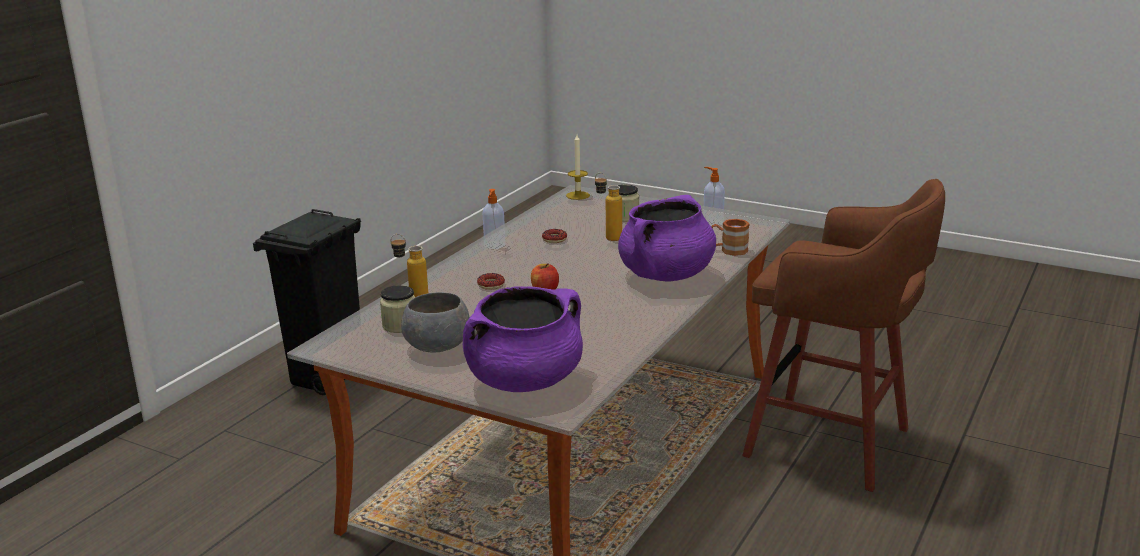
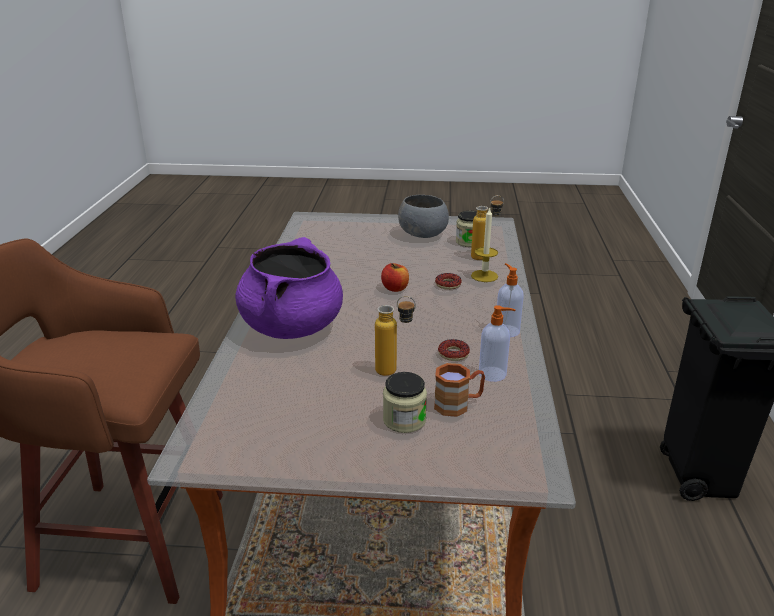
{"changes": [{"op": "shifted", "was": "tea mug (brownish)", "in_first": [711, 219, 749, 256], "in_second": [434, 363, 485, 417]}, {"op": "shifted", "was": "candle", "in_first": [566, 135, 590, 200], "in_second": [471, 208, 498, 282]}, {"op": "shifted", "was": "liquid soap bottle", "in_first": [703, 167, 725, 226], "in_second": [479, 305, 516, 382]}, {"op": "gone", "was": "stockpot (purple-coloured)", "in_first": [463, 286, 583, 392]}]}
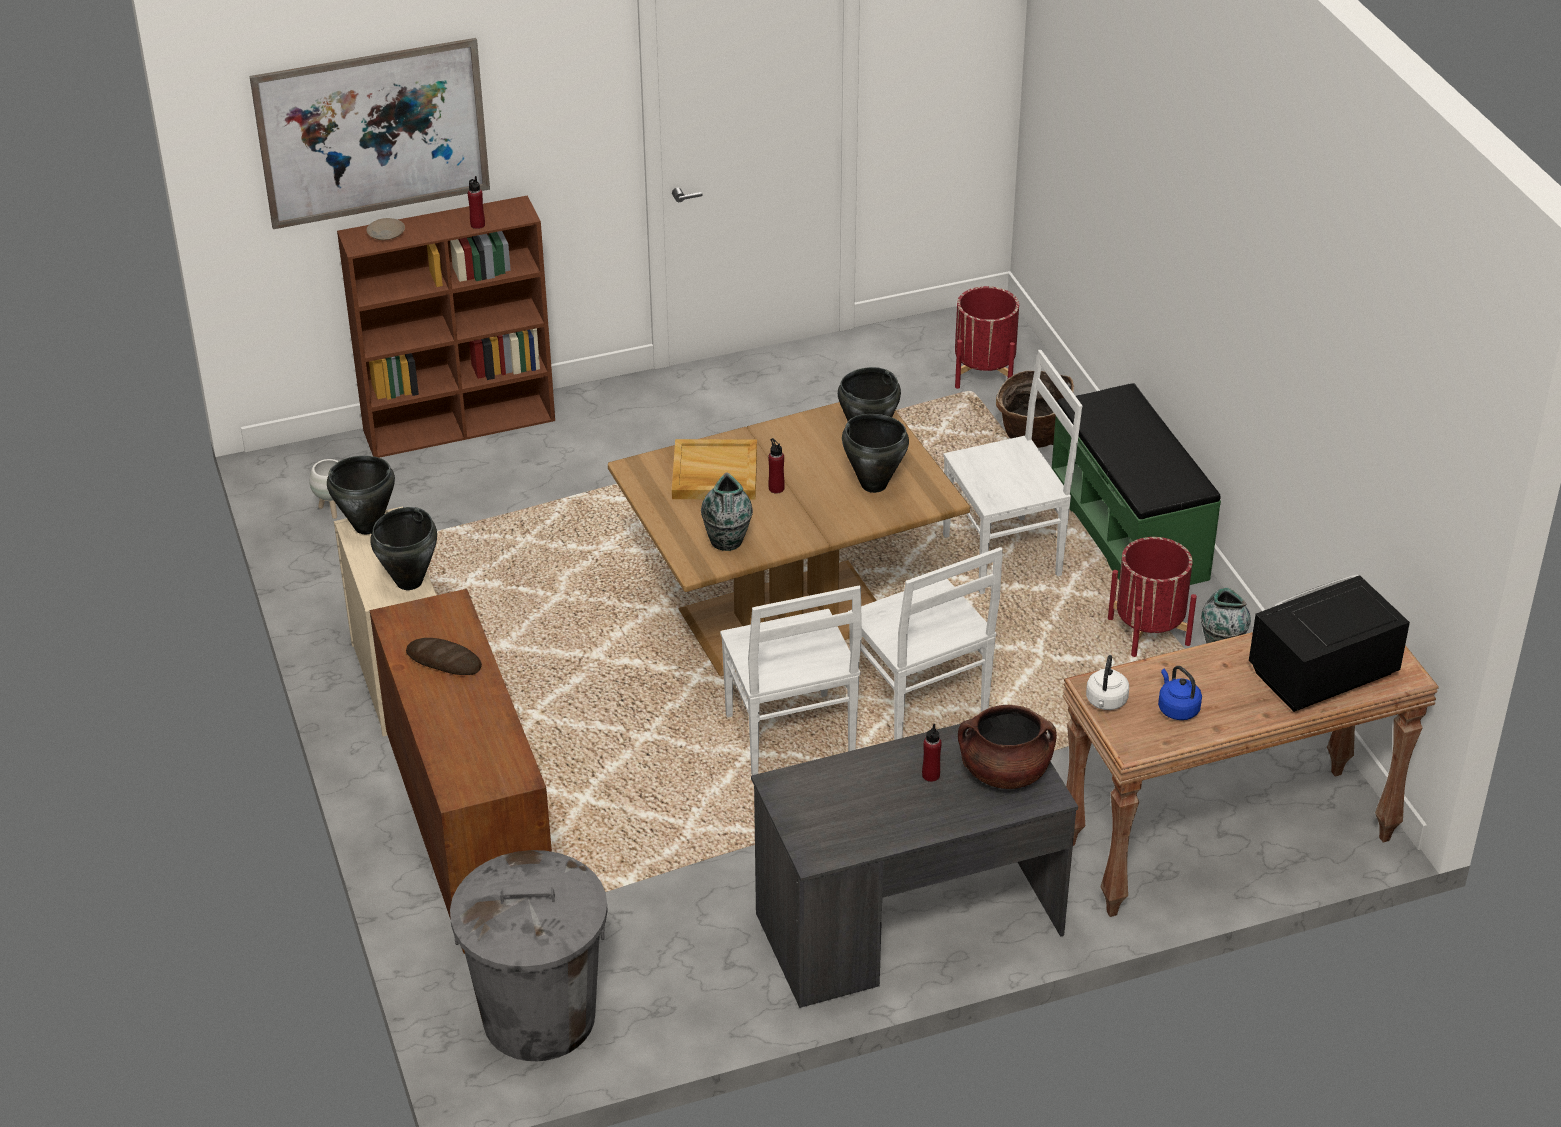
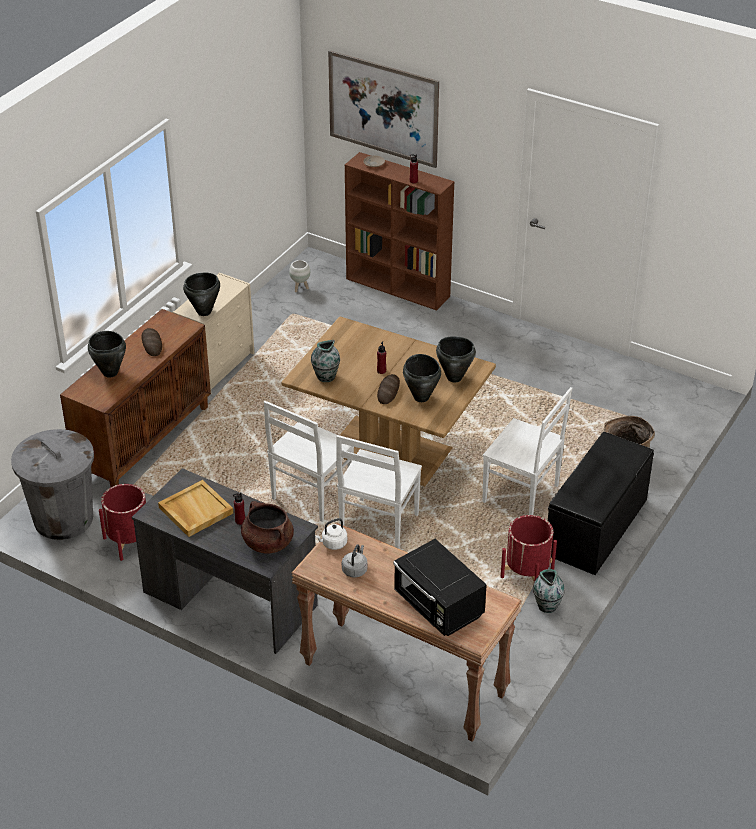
{"changes": [{"op": "shifted", "was": "stockpot (black)", "in_first": [327, 456, 395, 534], "in_second": [88, 331, 126, 378]}, {"op": "shifted", "was": "planter (reddish)", "in_first": [955, 286, 1019, 389], "in_second": [99, 484, 146, 561]}, {"op": "shifted", "was": "tray (beige)", "in_first": [672, 439, 757, 500], "in_second": [158, 480, 233, 537]}, {"op": "repainted", "was": "tea kettle (blue-coloured)", "now": "tea kettle (grey)", "in_first": [1158, 666, 1202, 720], "in_second": [342, 544, 368, 578]}, {"op": "new", "now": "bread", "in_second": [377, 374, 400, 404]}, {"op": "rotated", "was": "microwave oven (black)", "in_first": [1249, 574, 1410, 712], "in_second": [393, 539, 487, 636], "clockwise": -150}, {"op": "repainted", "was": "bench (green)", "now": "bench (black)", "in_first": [1052, 383, 1221, 585], "in_second": [548, 432, 654, 575]}]}
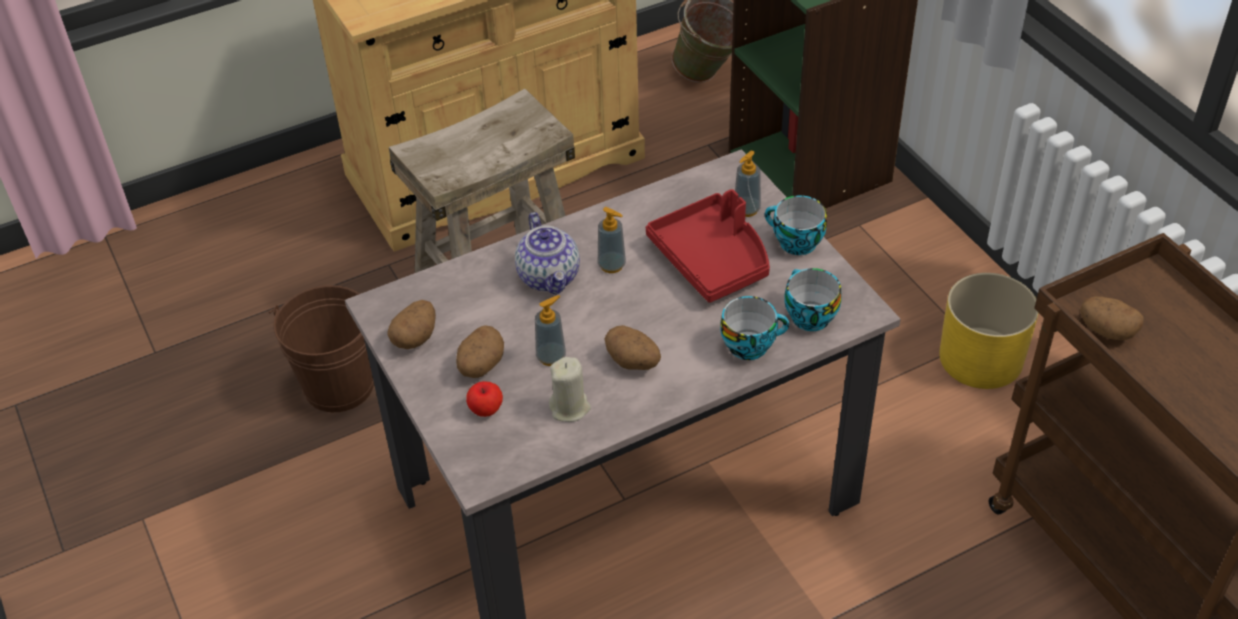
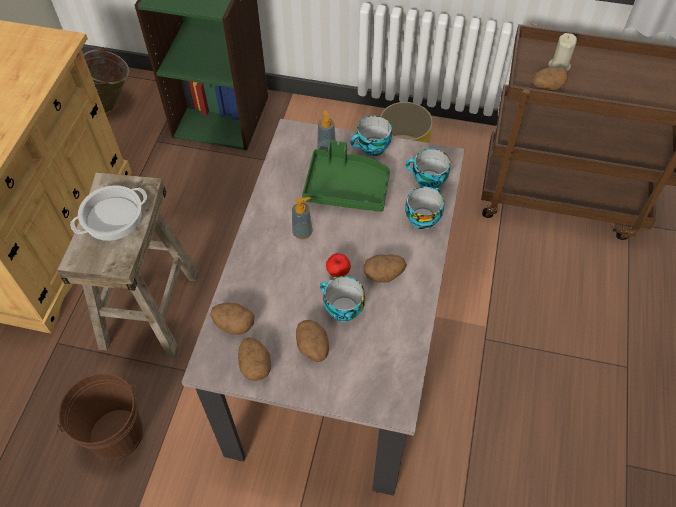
{"changes": [{"op": "new", "now": "stockpot", "in_second": [70, 185, 147, 241]}, {"op": "new", "now": "potato", "in_second": [210, 303, 255, 335]}, {"op": "repainted", "was": "tray (reddish)", "now": "tray (green)", "in_first": [646, 189, 770, 303], "in_second": [302, 140, 390, 212]}, {"op": "swapped", "was": "liquid soap bottle", "now": "small cup", "in_first": [535, 295, 566, 366], "in_second": [320, 276, 365, 322]}, {"op": "shifted", "was": "apple fruit", "in_first": [466, 381, 503, 417], "in_second": [326, 253, 351, 277]}, {"op": "shifted", "was": "candle (beige)", "in_first": [549, 357, 591, 422], "in_second": [548, 33, 577, 71]}, {"op": "gone", "was": "tea pot", "in_first": [515, 212, 580, 295]}]}
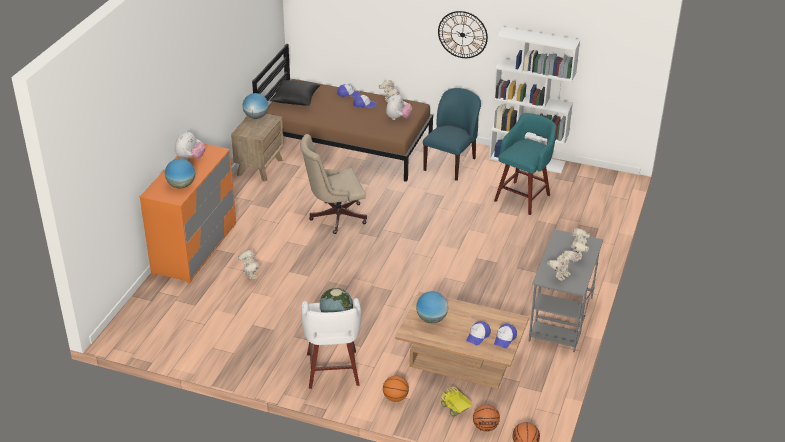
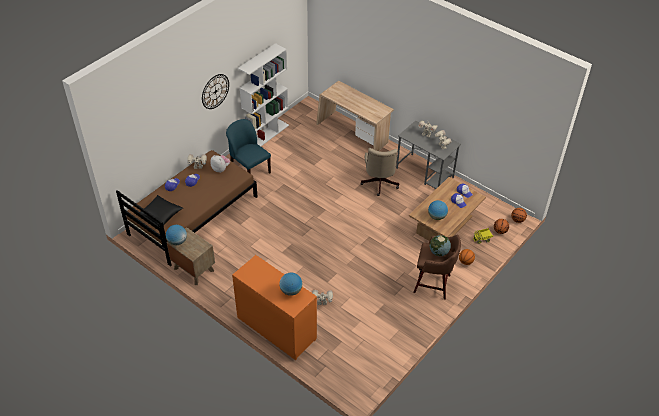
{"changes": [{"op": "new", "now": "desk unit (beige)", "in_second": [316, 81, 394, 151]}, {"op": "shifted", "was": "desk chair (beige)", "in_first": [300, 134, 367, 234], "in_second": [360, 148, 399, 196]}, {"op": "repainted", "was": "stool (whitish)", "now": "stool (brownish)", "in_first": [301, 298, 361, 389], "in_second": [413, 235, 461, 300]}, {"op": "gone", "was": "cuddly toy", "in_first": [175, 130, 205, 160]}, {"op": "gone", "was": "stool (turquoise)", "in_first": [494, 113, 556, 215]}]}
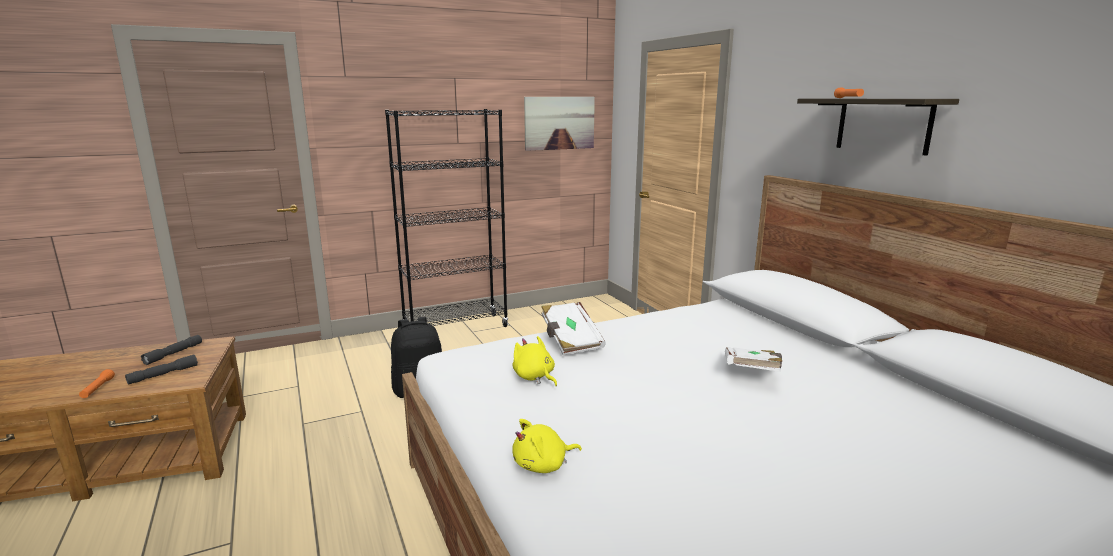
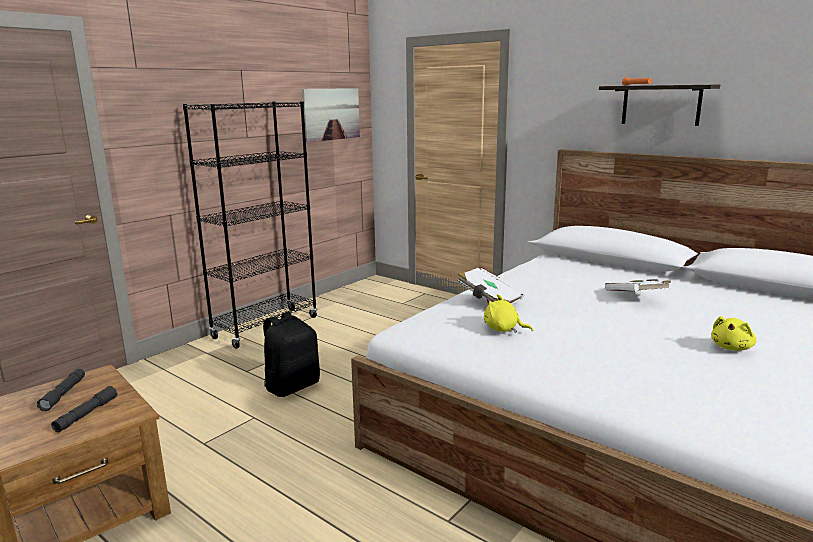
{"changes": [{"op": "shifted", "was": "cuddly toy (yellowish)", "in_first": [512, 419, 582, 473], "in_second": [711, 316, 757, 351]}, {"op": "gone", "was": "torch (orange)", "in_first": [79, 369, 115, 398]}]}
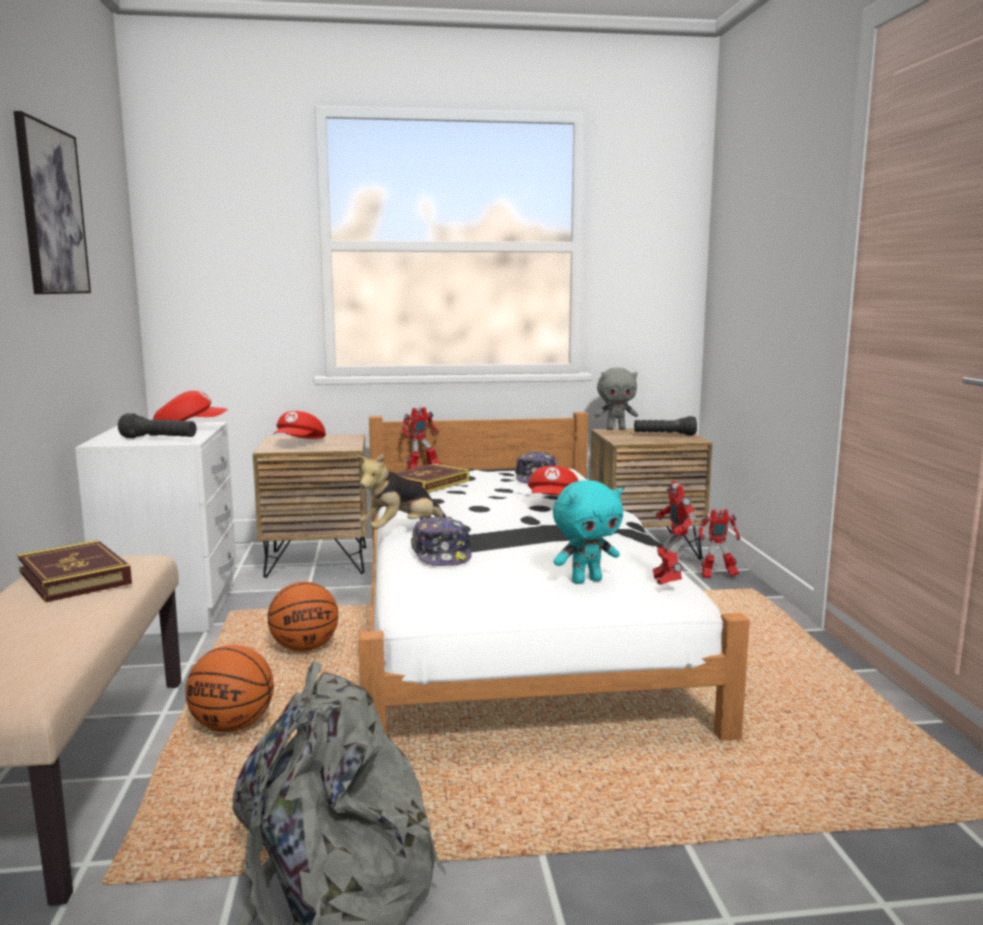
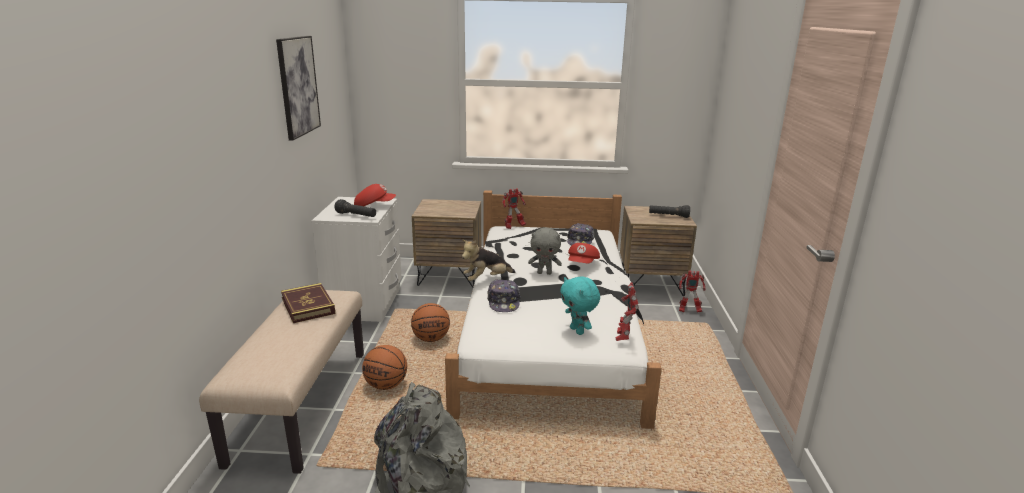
{"changes": [{"op": "shifted", "was": "cuddly toy (grey)", "in_first": [595, 368, 638, 430], "in_second": [528, 227, 562, 275]}, {"op": "rotated", "was": "cuddly toy (turquoise)", "in_first": [553, 480, 623, 584], "in_second": [560, 276, 600, 335], "clockwise": 75}, {"op": "gone", "was": "cap (reddish)", "in_first": [273, 411, 326, 439]}, {"op": "gone", "was": "volume", "in_first": [396, 463, 469, 493]}]}
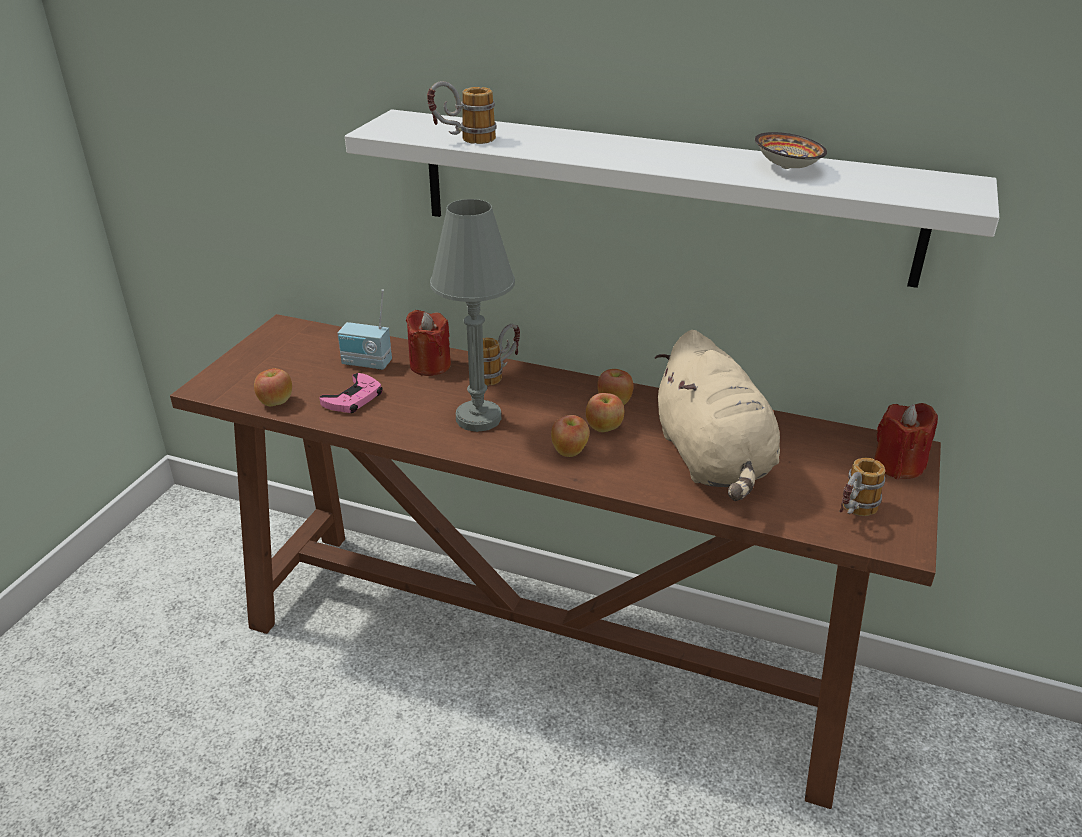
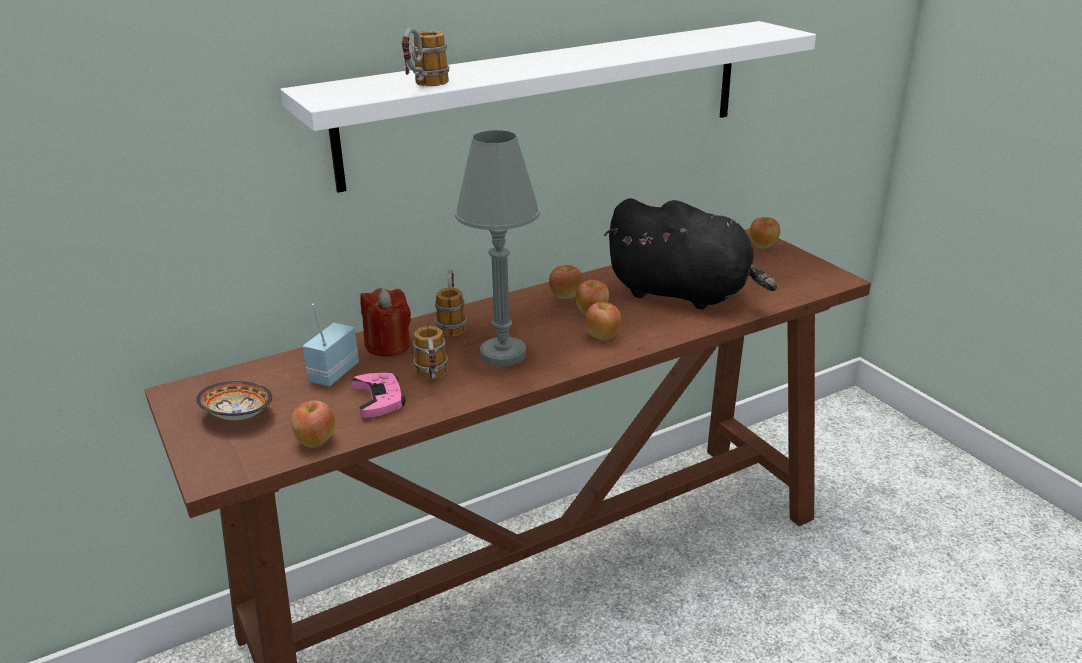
{"changes": [{"op": "shifted", "was": "deep dish", "in_first": [755, 132, 827, 169], "in_second": [196, 381, 272, 420]}, {"op": "rotated", "was": "radio set", "in_first": [337, 290, 392, 370], "in_second": [303, 304, 359, 386], "clockwise": 150}, {"op": "shifted", "was": "tea mug", "in_first": [839, 458, 885, 516], "in_second": [413, 326, 448, 379]}, {"op": "repainted", "was": "cuddly toy (beige)", "now": "cuddly toy (black)", "in_first": [655, 330, 780, 501], "in_second": [604, 198, 777, 309]}, {"op": "swapped", "was": "candle (reddish)", "now": "apple fruit", "in_first": [874, 403, 938, 479], "in_second": [750, 217, 780, 249]}]}
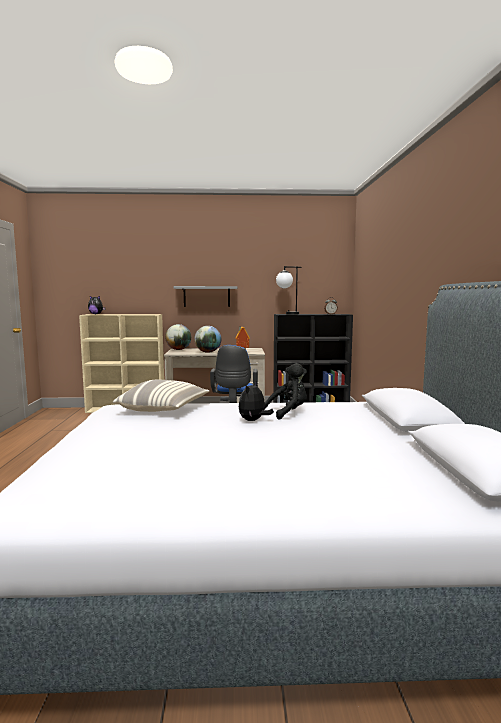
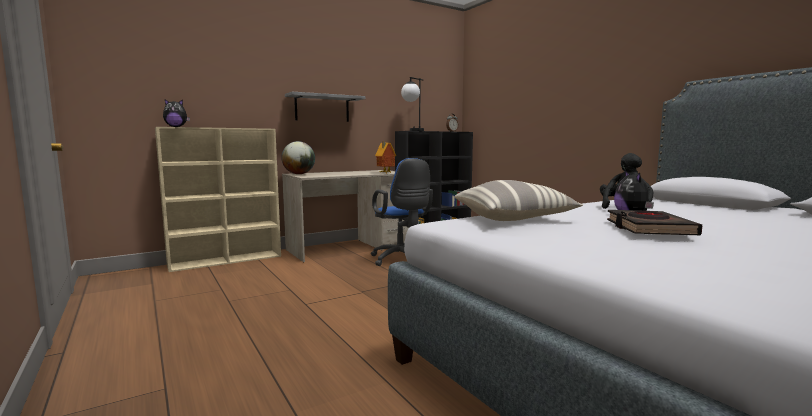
{"changes": [{"op": "new", "now": "volume (black)", "in_second": [607, 210, 703, 235]}, {"op": "gone", "was": "globe", "in_first": [194, 326, 221, 353]}]}
